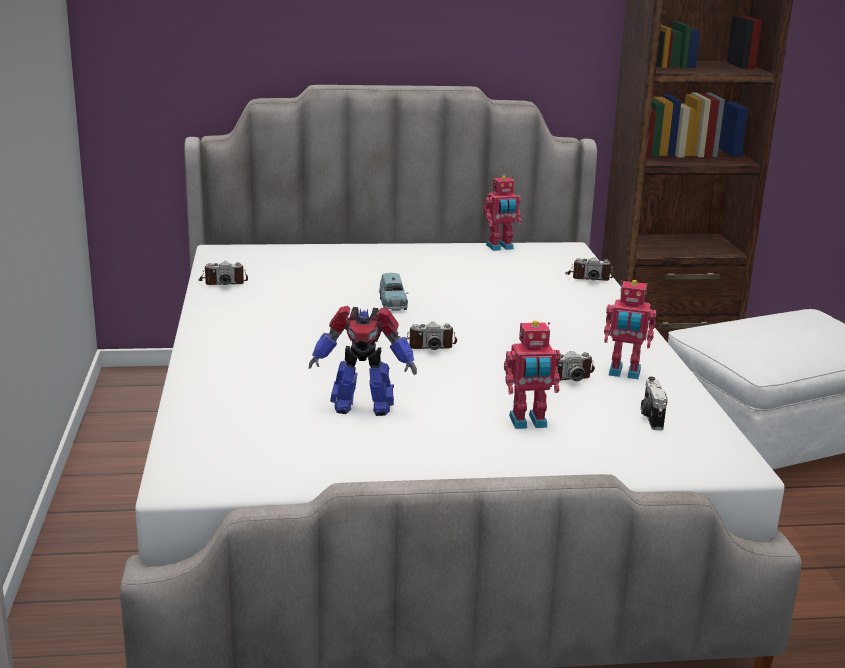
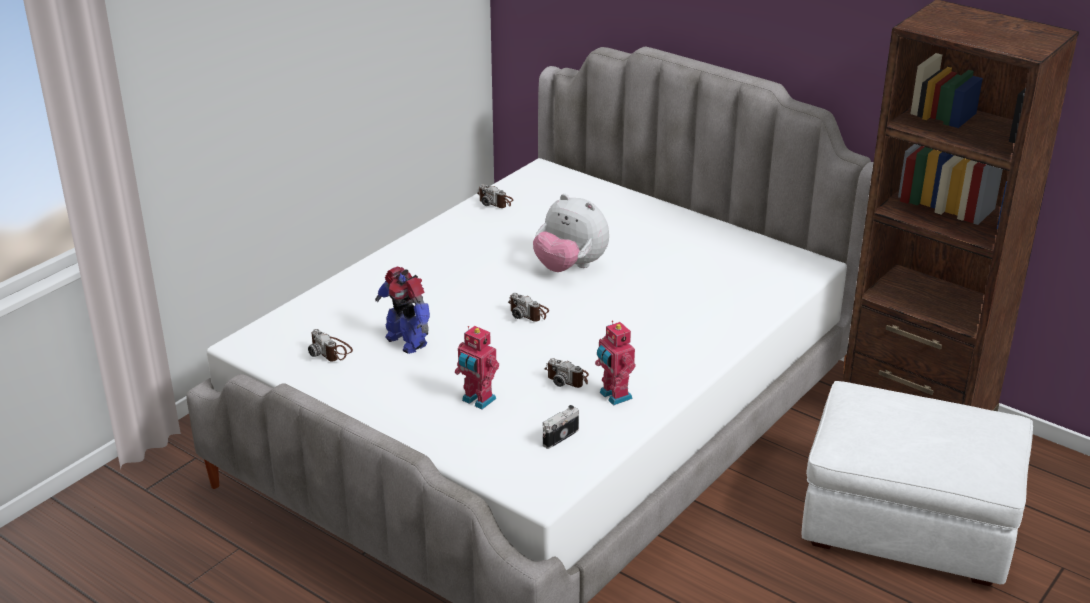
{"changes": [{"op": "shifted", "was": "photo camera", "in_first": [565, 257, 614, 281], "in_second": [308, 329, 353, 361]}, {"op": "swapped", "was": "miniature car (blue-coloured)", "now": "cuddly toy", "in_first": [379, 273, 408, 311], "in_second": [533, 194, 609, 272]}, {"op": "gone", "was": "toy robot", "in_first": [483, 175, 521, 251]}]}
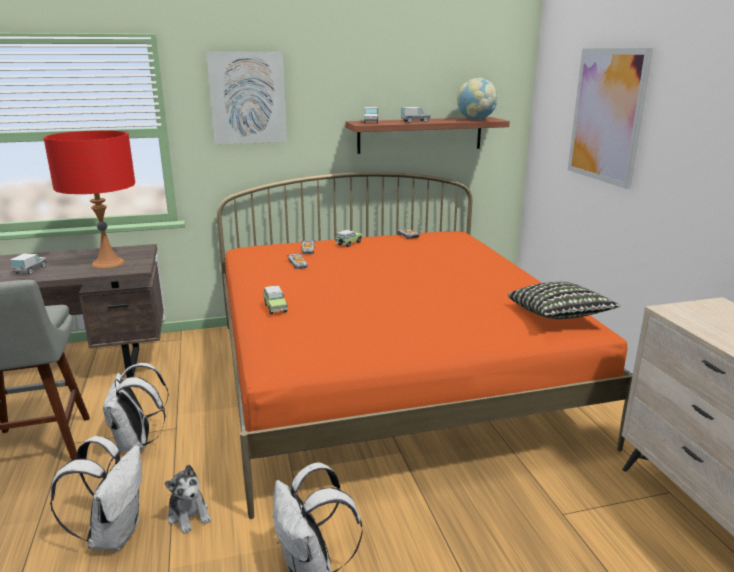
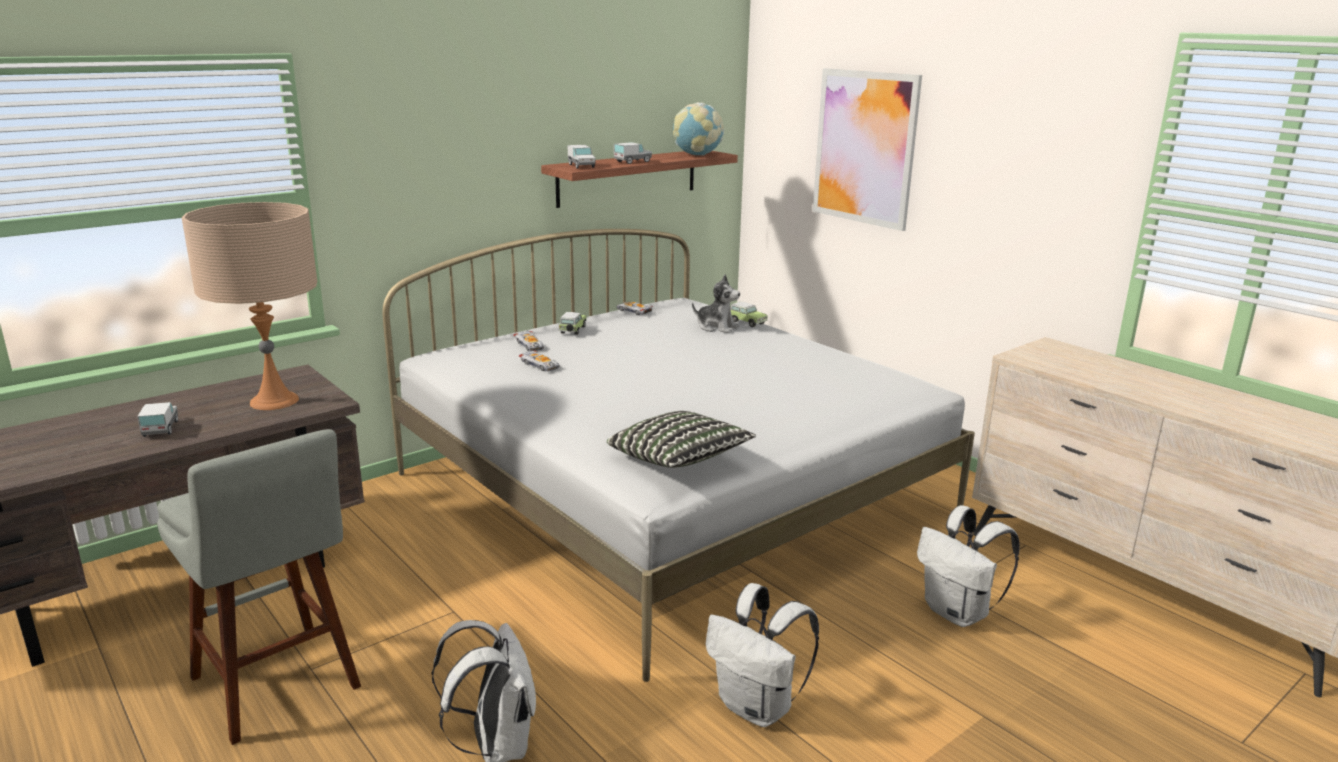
{"changes": [{"op": "repainted", "was": "tabletop lamp (reddish)", "now": "tabletop lamp (beige)", "in_first": [43, 130, 135, 268], "in_second": [182, 202, 317, 410]}, {"op": "repainted", "was": "bedroom bed (orange)", "now": "bedroom bed (whitish)", "in_first": [217, 172, 633, 519], "in_second": [382, 229, 975, 682]}, {"op": "shifted", "was": "throw pillow", "in_first": [508, 282, 620, 319], "in_second": [607, 411, 756, 468]}, {"op": "shifted", "was": "cuddly toy", "in_first": [165, 464, 212, 534], "in_second": [692, 275, 740, 333]}, {"op": "shifted", "was": "miniature car", "in_first": [263, 286, 288, 314], "in_second": [730, 301, 767, 327]}, {"op": "shifted", "was": "backpack (whitish)", "in_first": [103, 363, 169, 453], "in_second": [917, 505, 1020, 627]}, {"op": "gone", "was": "picture", "in_first": [206, 51, 287, 144]}]}
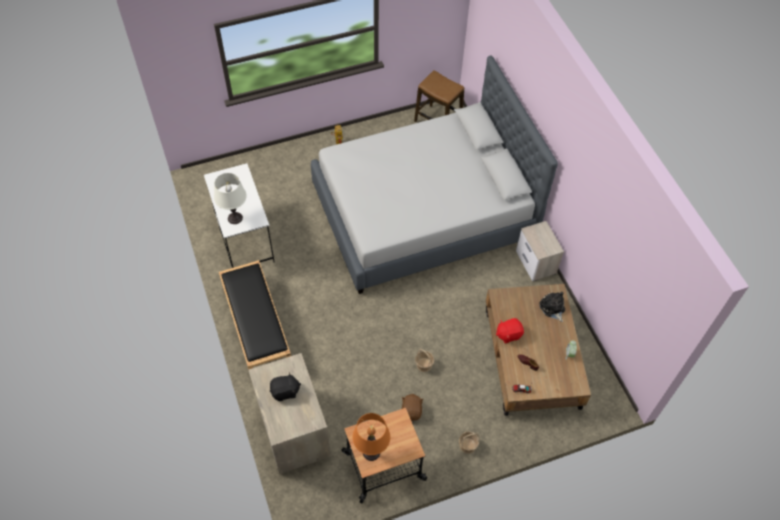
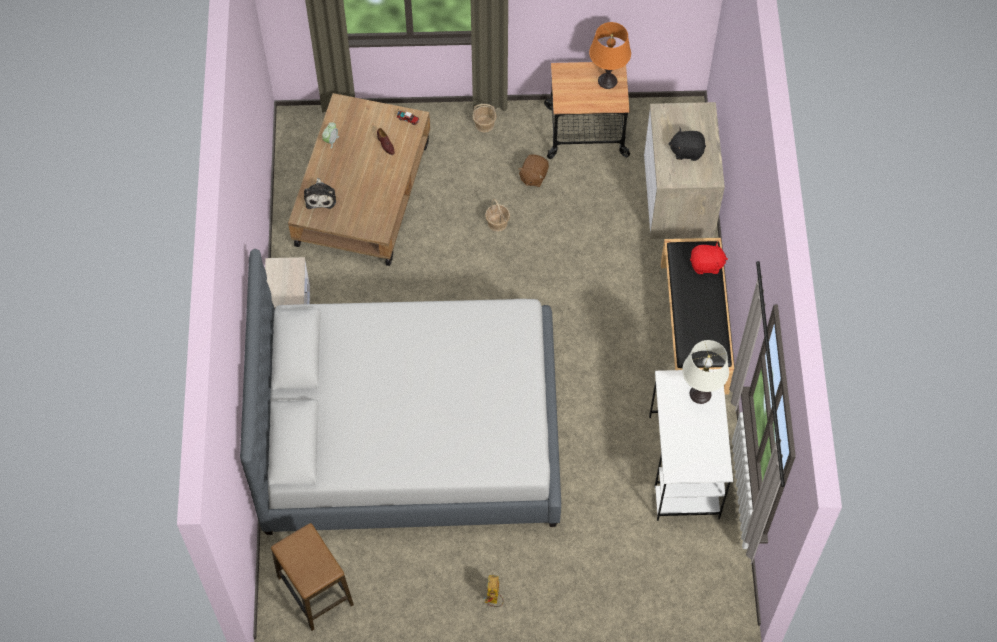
{"changes": [{"op": "shifted", "was": "cuddly toy (reddish)", "in_first": [496, 318, 524, 344], "in_second": [690, 242, 728, 274]}]}
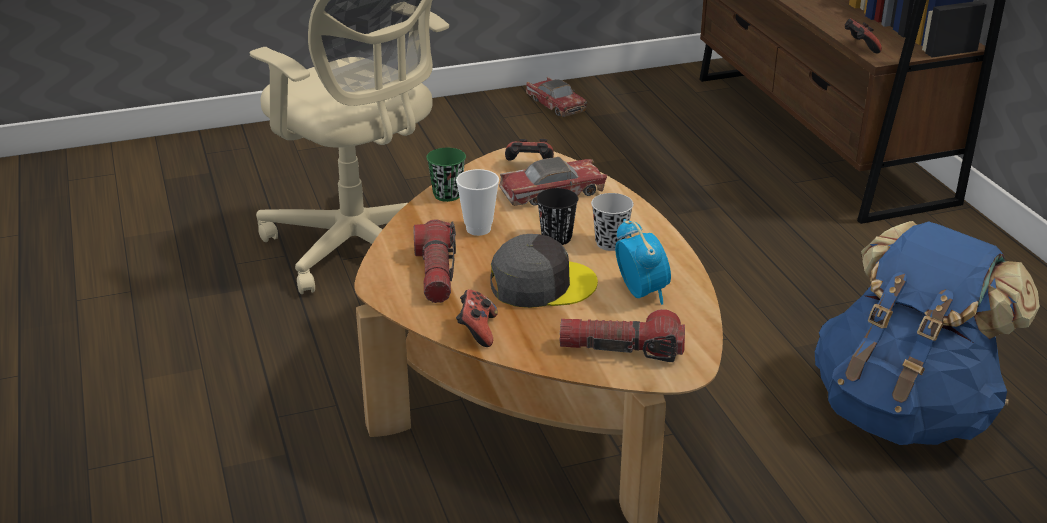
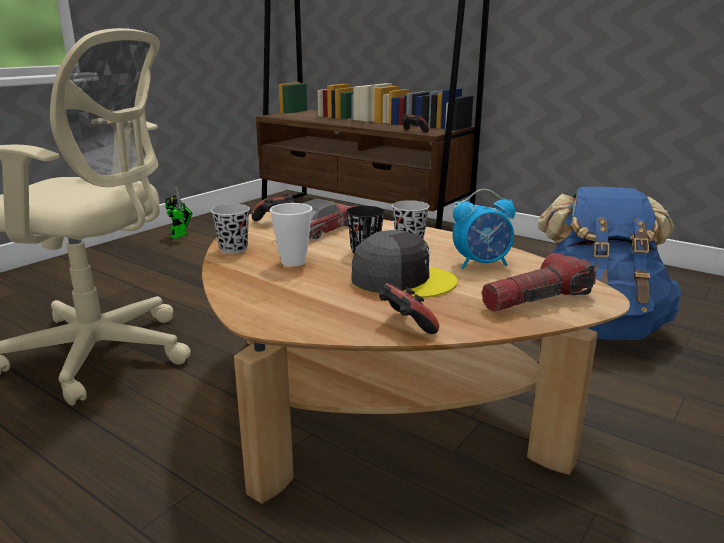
{"changes": [{"op": "swapped", "was": "miniature car", "now": "toy robot", "in_first": [526, 76, 587, 117], "in_second": [165, 186, 193, 239]}, {"op": "repainted", "was": "small cup (green)", "now": "small cup (black)", "in_first": [426, 148, 466, 202], "in_second": [211, 204, 250, 254]}, {"op": "rotated", "was": "cap (grey)", "in_first": [490, 234, 598, 308], "in_second": [351, 230, 458, 298], "clockwise": 60}, {"op": "rotated", "was": "table clock", "in_first": [615, 219, 671, 305], "in_second": [452, 189, 515, 269], "clockwise": 135}, {"op": "gone", "was": "torch", "in_first": [413, 219, 456, 303]}]}
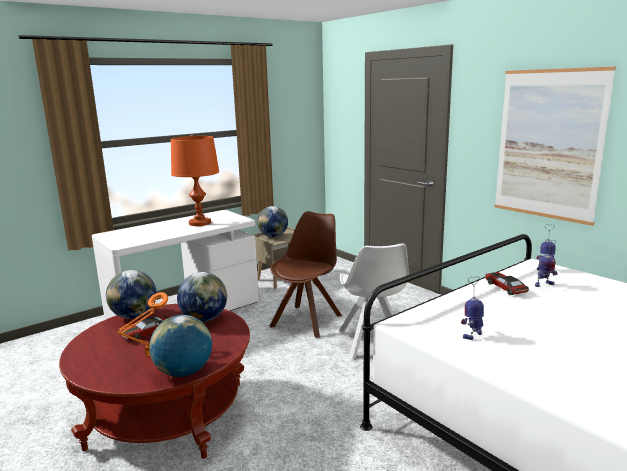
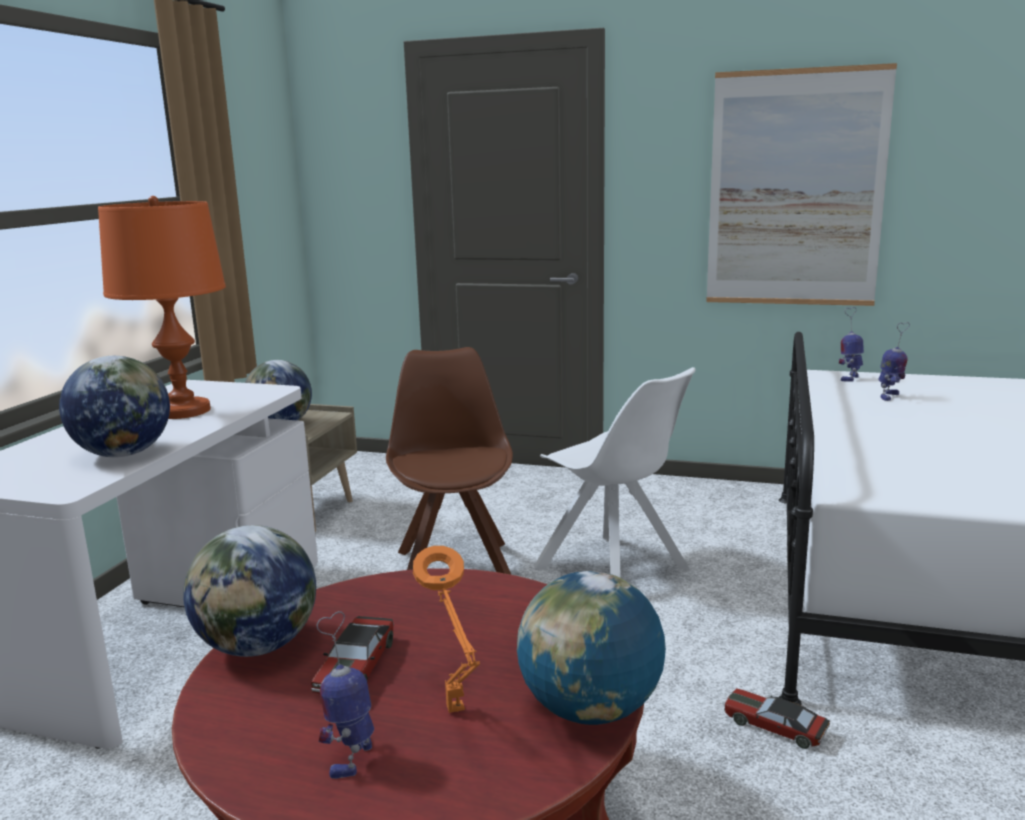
{"changes": [{"op": "shifted", "was": "globe", "in_first": [177, 272, 227, 322], "in_second": [59, 356, 170, 457]}, {"op": "shifted", "was": "toy robot", "in_first": [461, 276, 484, 340], "in_second": [317, 611, 374, 779]}, {"op": "shifted", "was": "miniature car", "in_first": [485, 272, 529, 295], "in_second": [724, 688, 830, 749]}]}
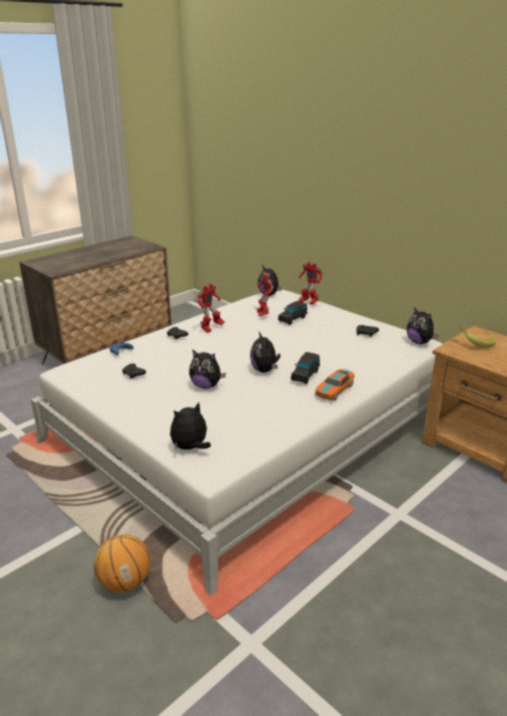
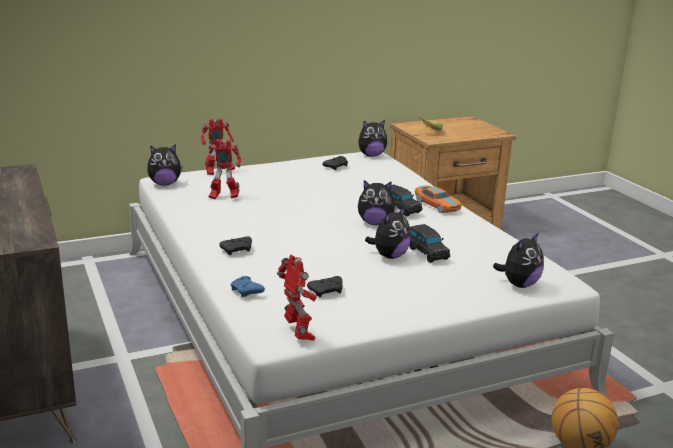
{"changes": [{"op": "shifted", "was": "toy robot", "in_first": [197, 283, 225, 332], "in_second": [277, 255, 317, 341]}, {"op": "shifted", "was": "miniature car (black)", "in_first": [278, 301, 308, 325], "in_second": [409, 224, 450, 263]}, {"op": "rotated", "was": "cuddly toy", "in_first": [170, 402, 211, 450], "in_second": [493, 232, 544, 288], "clockwise": -120}]}
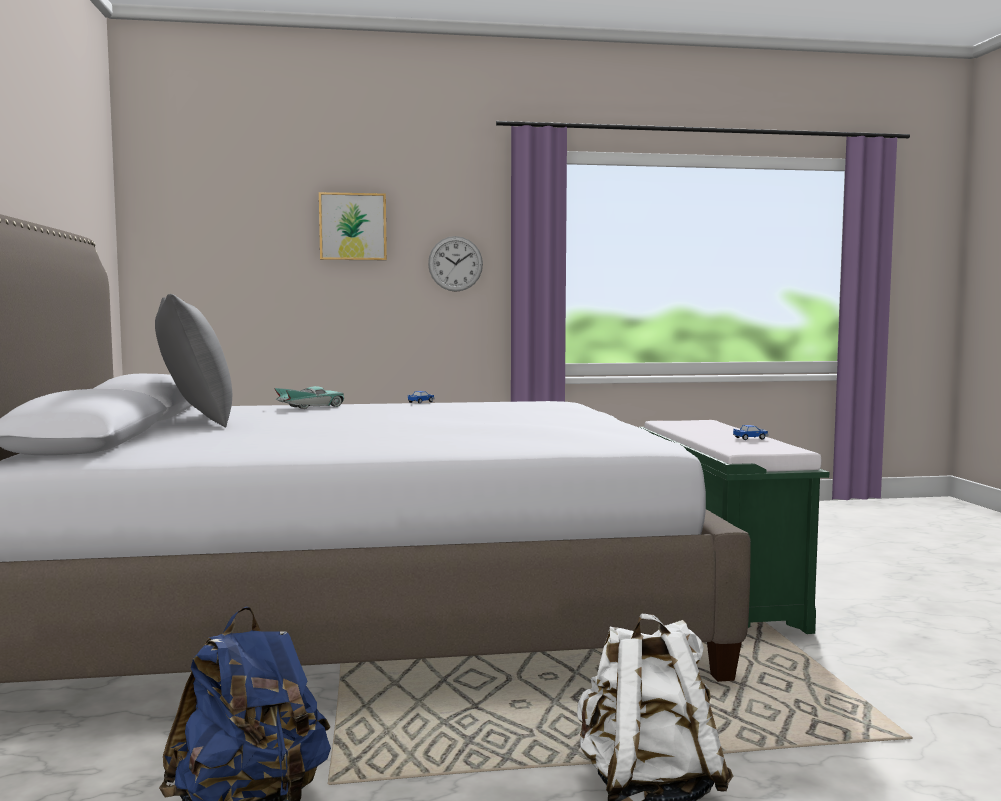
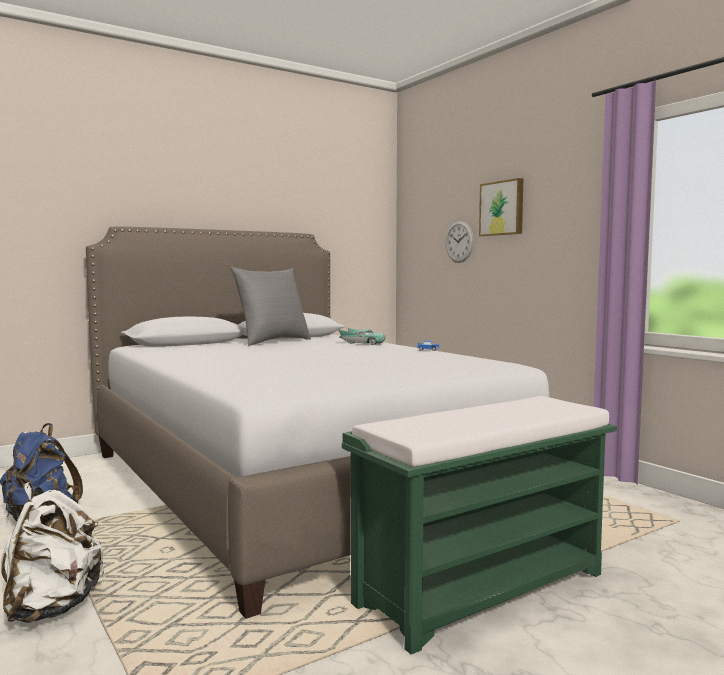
{"changes": [{"op": "shifted", "was": "hanging clock", "in_first": [428, 236, 483, 292], "in_second": [445, 221, 474, 263]}, {"op": "gone", "was": "miniature car", "in_first": [733, 425, 768, 440]}]}
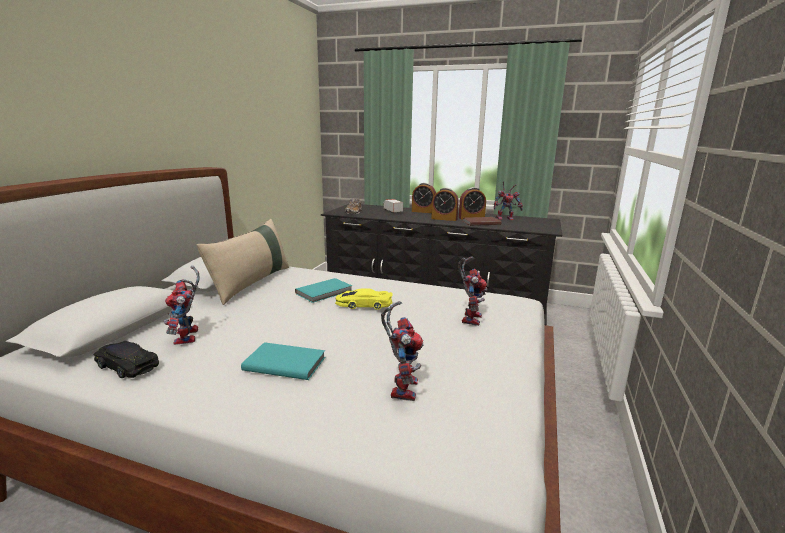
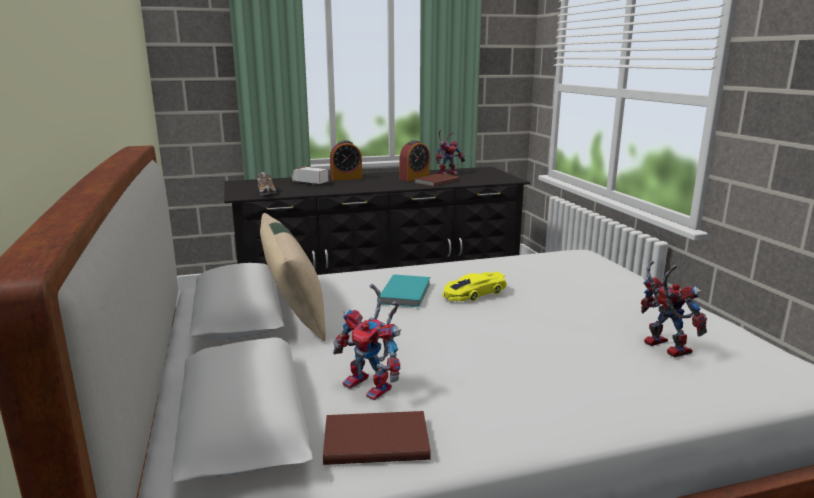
{"changes": [{"op": "swapped", "was": "miniature car (black)", "now": "volume (brownish)", "in_first": [94, 341, 159, 378], "in_second": [323, 411, 431, 465]}, {"op": "gone", "was": "volume (turquoise)", "in_first": [241, 342, 325, 380]}, {"op": "gone", "was": "table clock", "in_first": [431, 188, 459, 221]}, {"op": "gone", "was": "toy robot", "in_first": [458, 256, 487, 326]}]}
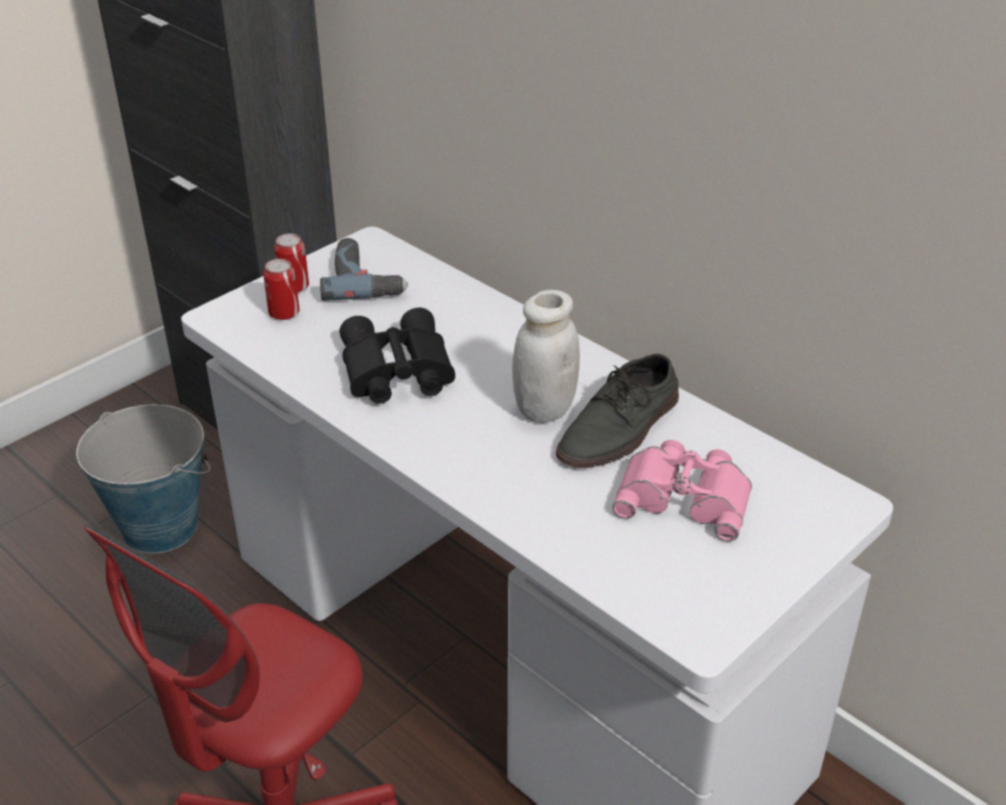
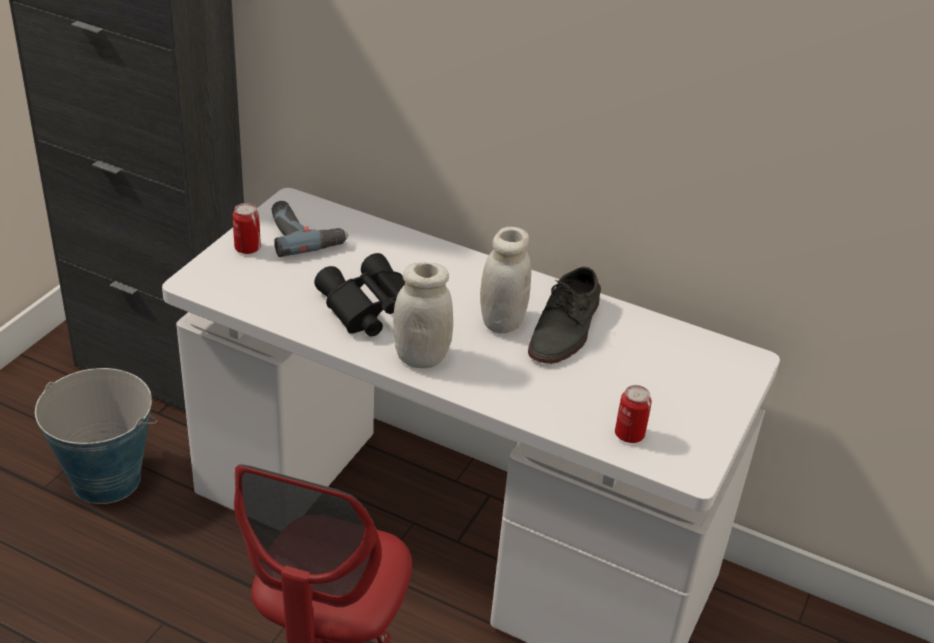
{"changes": [{"op": "new", "now": "jar (whitish)", "in_second": [393, 262, 453, 368]}, {"op": "shifted", "was": "sealed can", "in_first": [263, 259, 300, 320], "in_second": [615, 385, 652, 443]}, {"op": "gone", "was": "binoculars (pinkish)", "in_first": [612, 440, 752, 541]}]}
